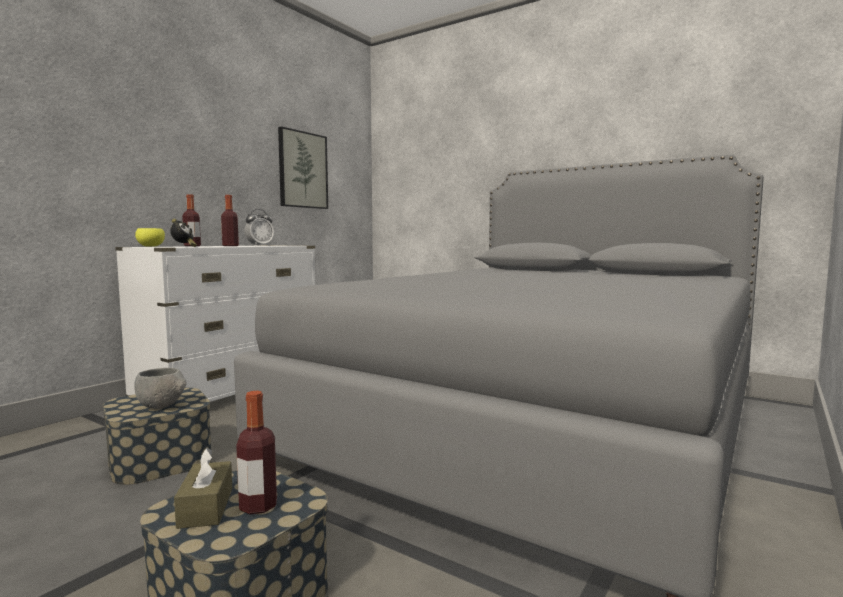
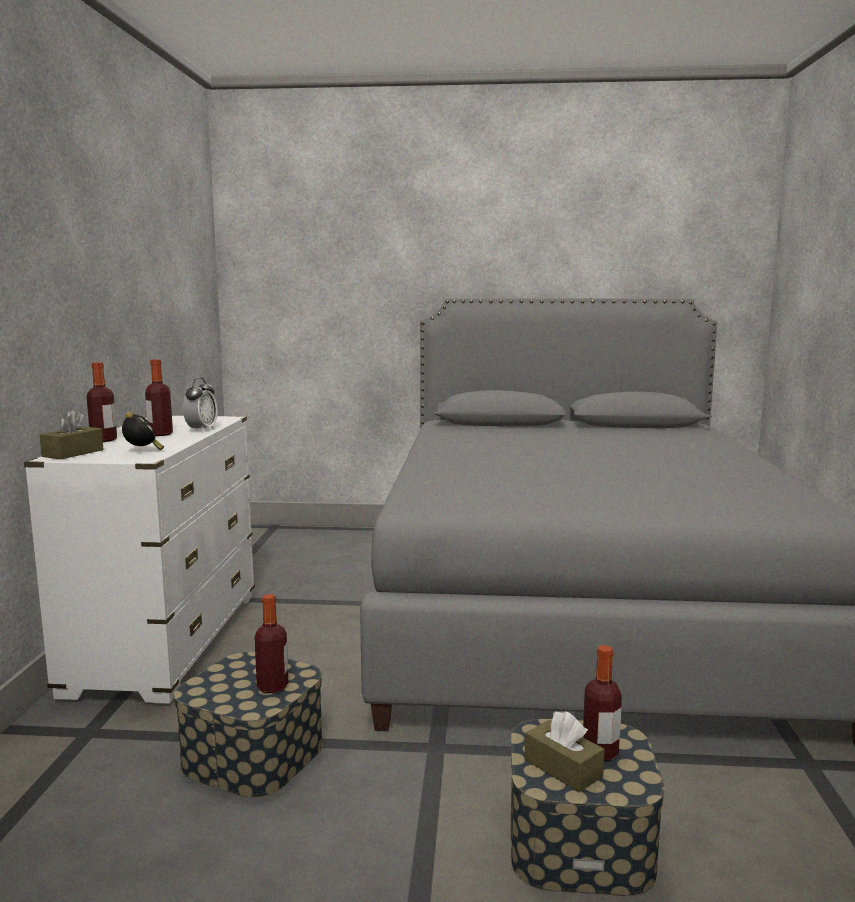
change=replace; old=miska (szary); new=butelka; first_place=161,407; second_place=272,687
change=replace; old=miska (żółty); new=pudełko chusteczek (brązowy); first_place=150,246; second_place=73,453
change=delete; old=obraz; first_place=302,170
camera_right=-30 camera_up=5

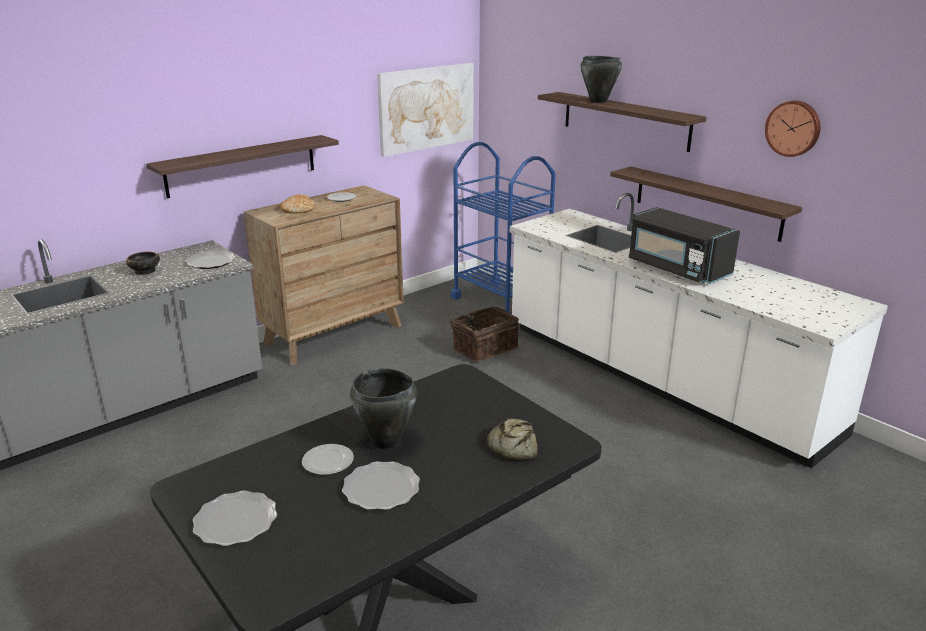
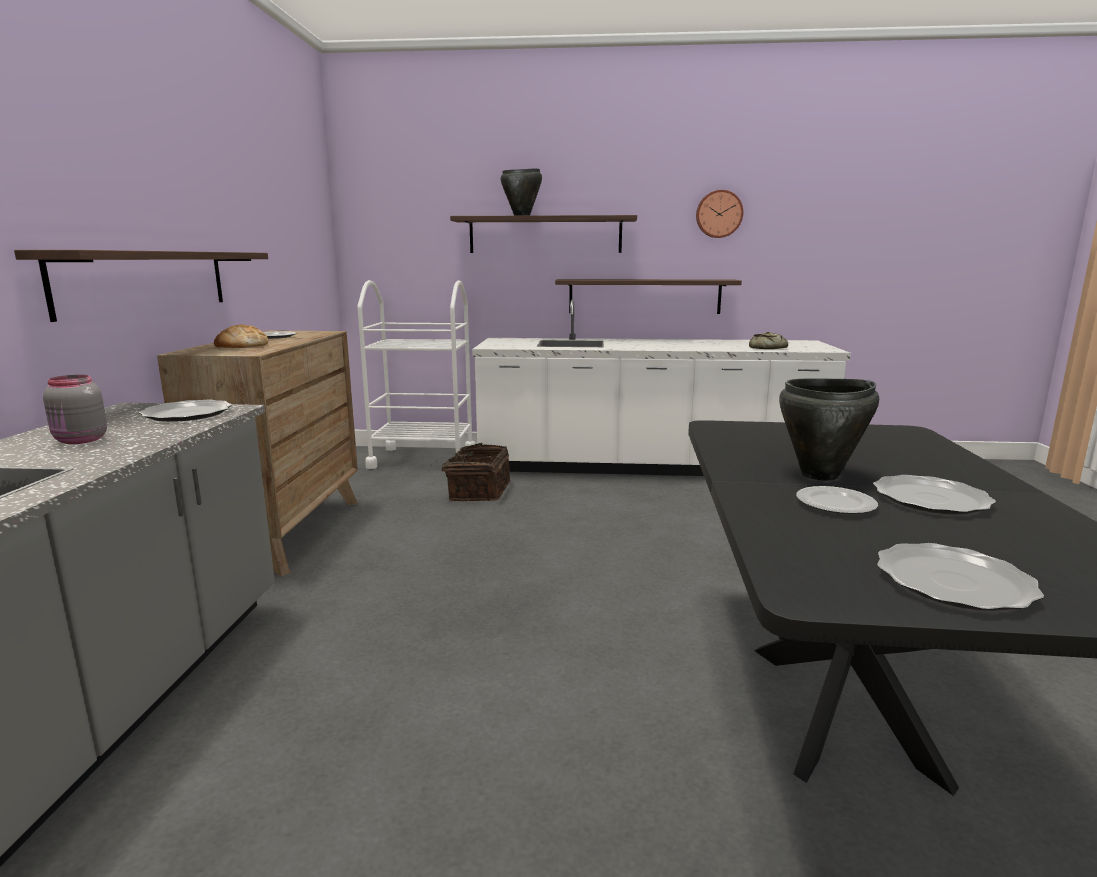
change=replace; old=miska; new=słoik (szary); first_place=144,271; second_place=80,440
change=delete; old=obraz; first_place=426,108
change=recolor; old=wózek (niebieski); new=wózek (biały); first_place=501,301; second_place=423,459
change=move; old=chleb; first_place=513,446; second_place=767,348
change=delete; old=mikrofalówka (czarny); first_place=677,269
camera_right=-45 camera_up=-10

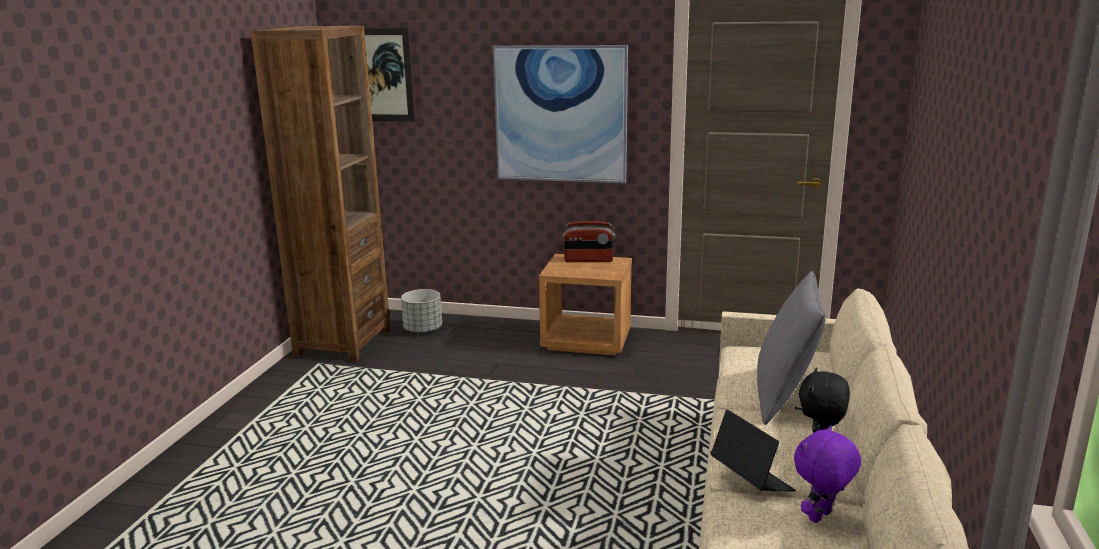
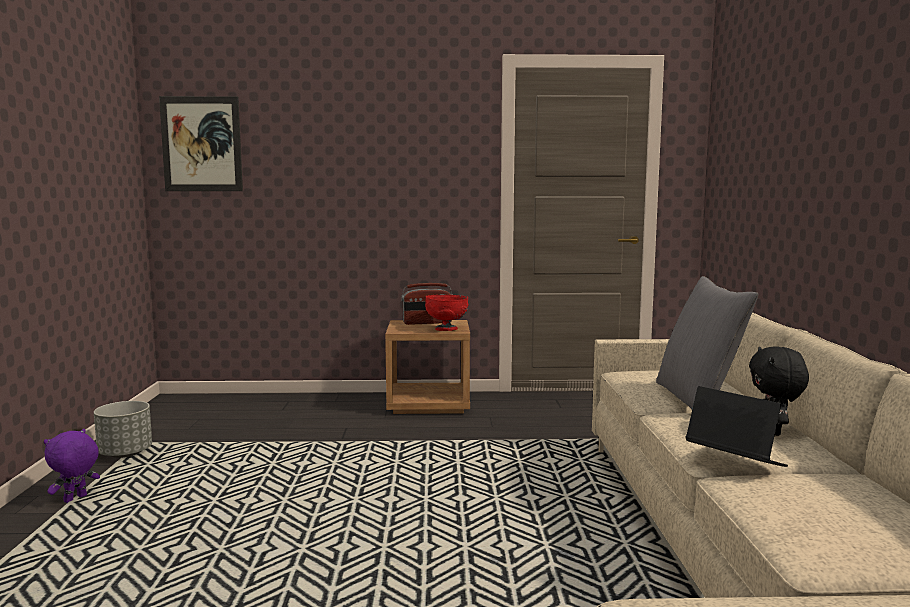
change=delete; old=regał (brązowy); first_place=343,342
change=move; old=donica (szary); first_place=423,330; second_place=125,453
change=delete; old=obraz; first_place=560,114
change=move; old=pluszak (fioletowy); first_place=821,517; second_place=75,499
change=insert; new=miska (czerwony); second_place=447,329
camera_right=-15 camera_up=-10

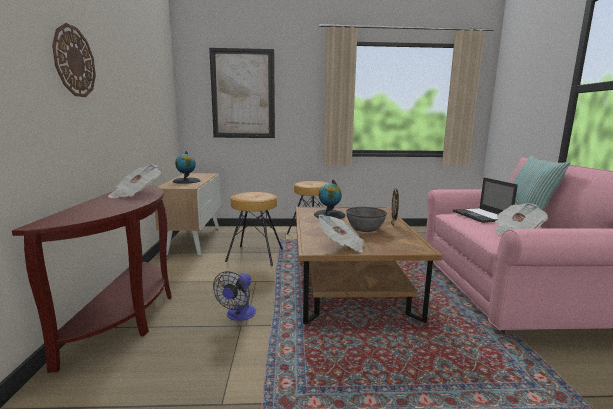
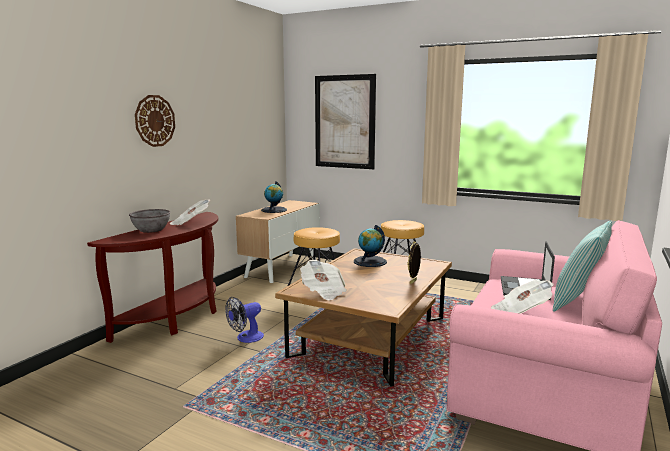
change=move; old=miska (szary); first_place=365,229; second_place=151,230
camera_right=30 camera_up=0

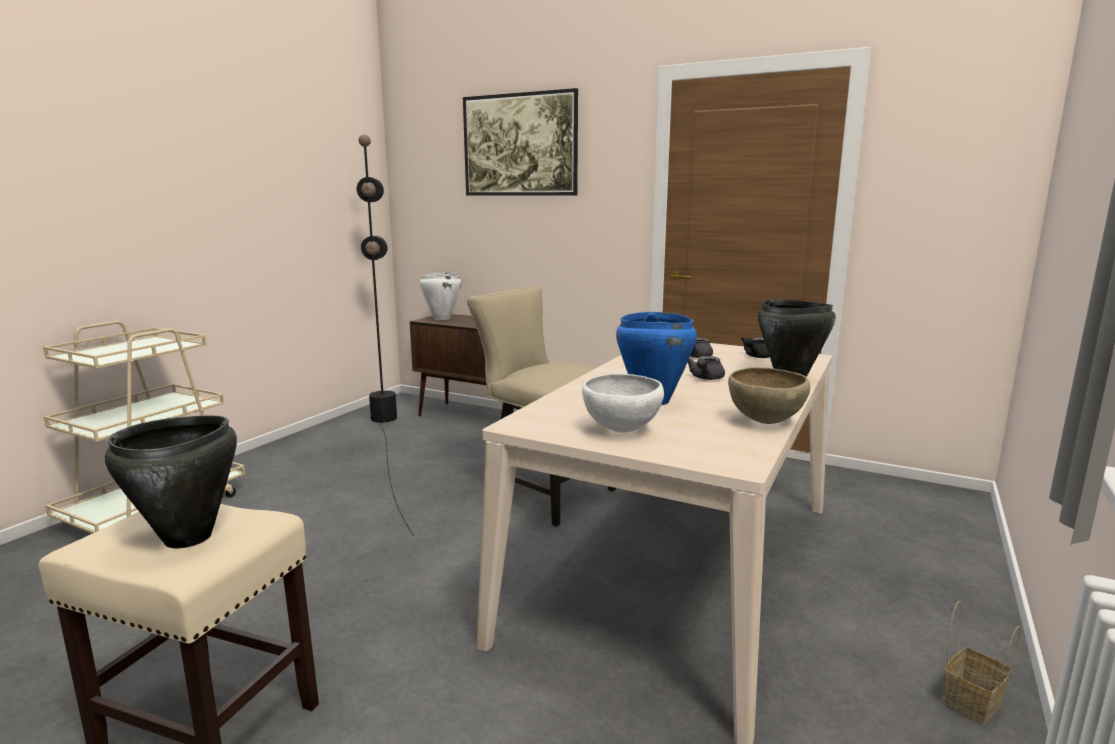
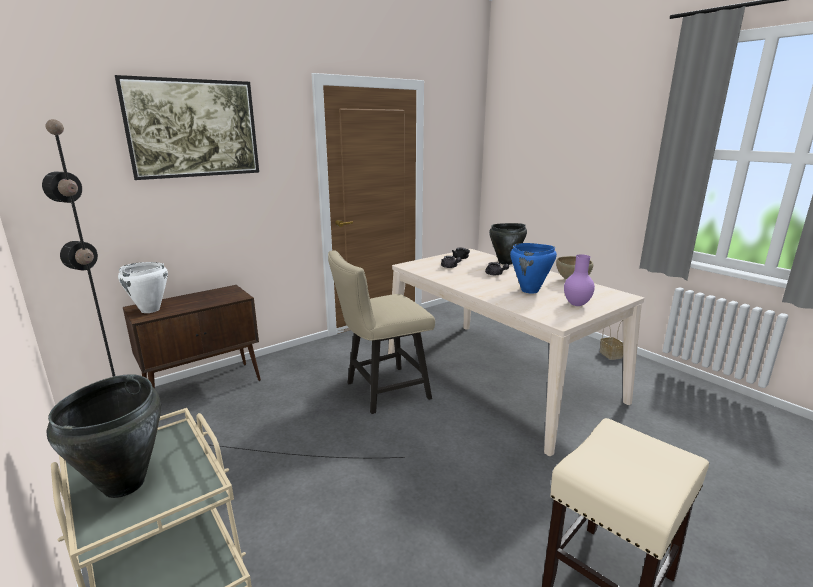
change=move; old=garnek (czarny); first_place=188,538; second_place=125,484
change=replace; old=miska (biały); new=wazon (fioletowy); first_place=621,430; second_place=576,304
camera_right=-65 camera_up=5

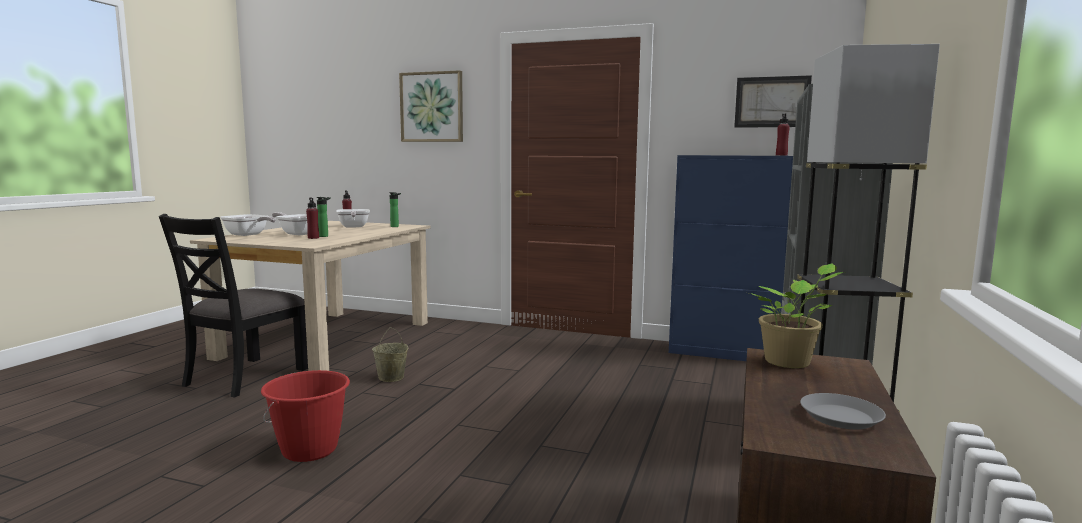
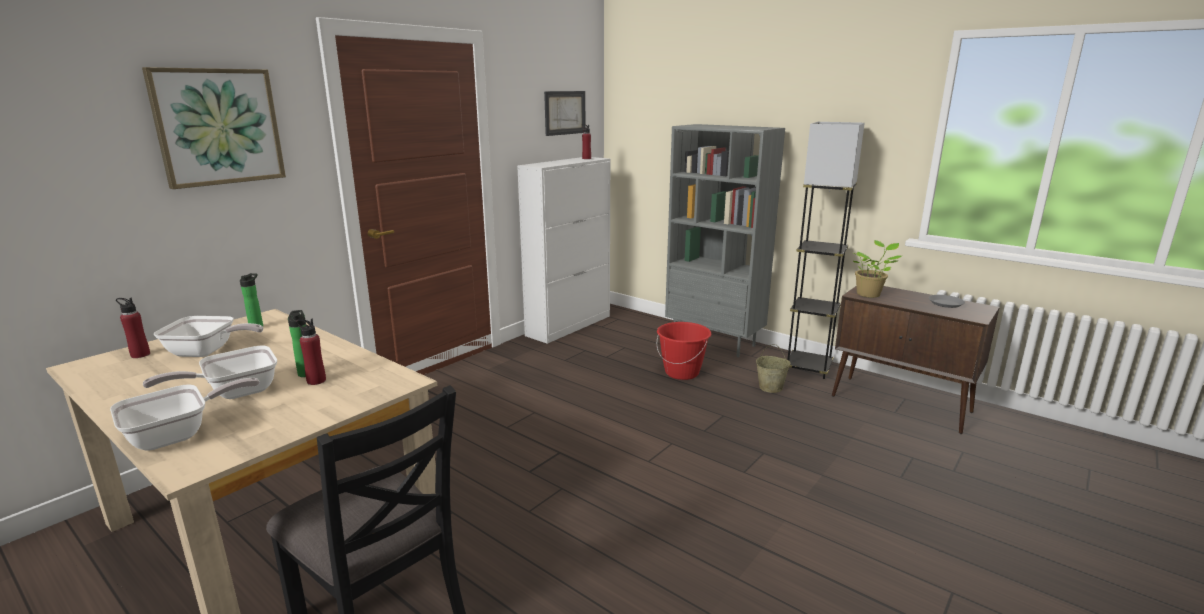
change=move; old=wiadro (czerwony); first_place=310,450; second_place=682,372
change=move; old=wiadro (beżowy); first_place=391,378; second_place=771,387
change=recolor; old=szafka (niebieski); new=szafka (biały); first_place=729,354; second_place=569,325
camera_right=-70 camera_up=10

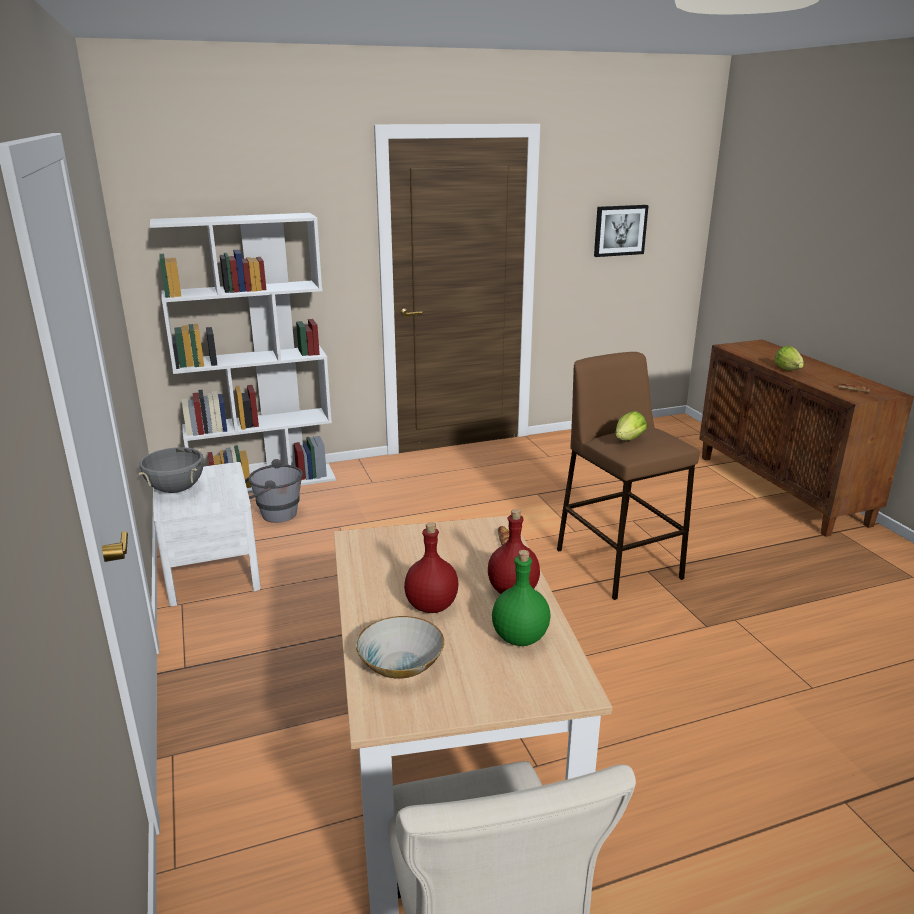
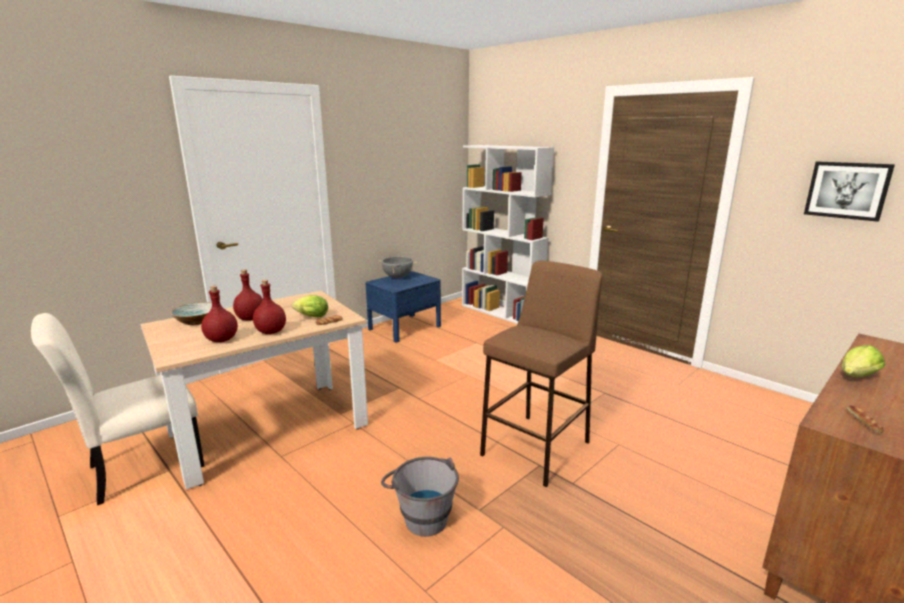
change=recolor; old=szafka nocna (biały); new=szafka nocna (niebieski); first_place=212,569; second_place=404,327
change=move; old=wiadro (szary); first_place=271,515; second_place=421,515
change=recolor; old=butelka (zielony); new=butelka (czerwony); first_place=521,637; second_place=222,340
change=move; old=sałata; first_place=627,441; second_place=310,316
camera_right=65 camera_up=-5

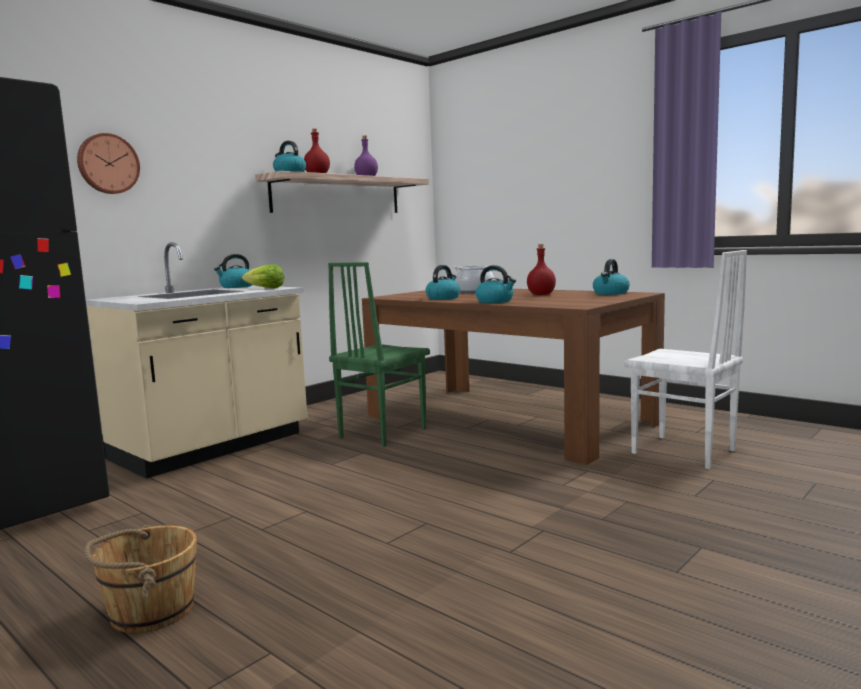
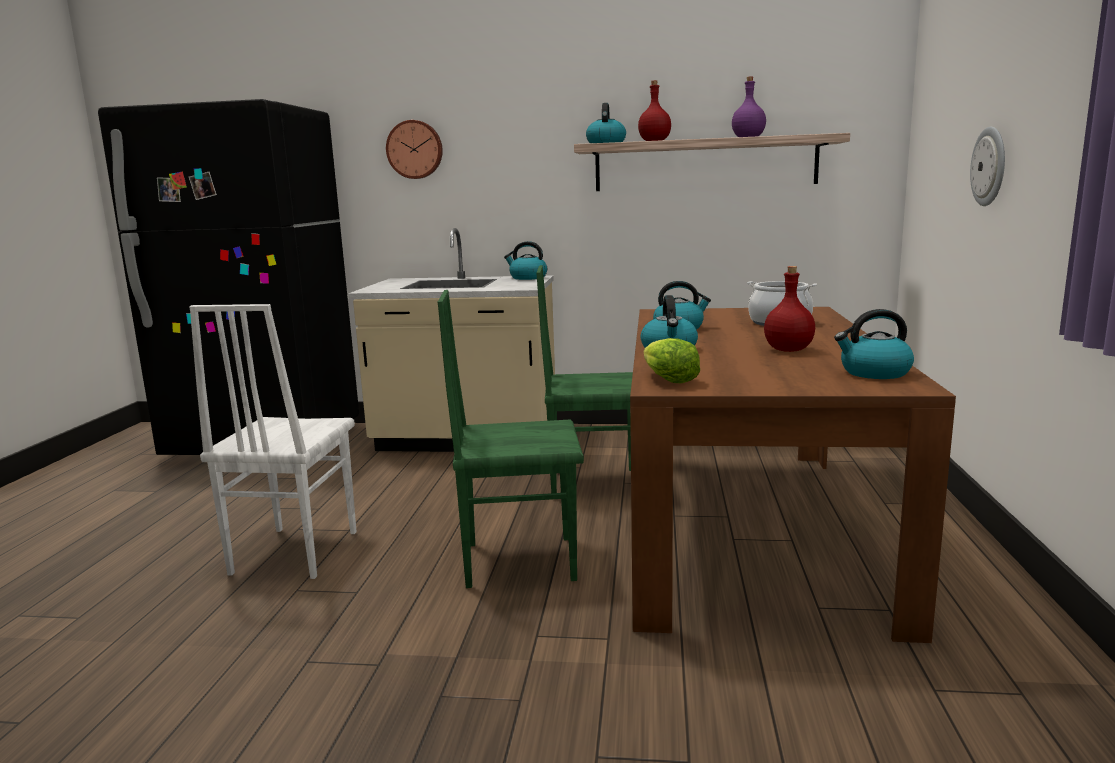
change=delete; old=wiadro (brązowy); first_place=150,611
change=move; old=sałata; first_place=265,288; second_place=668,379
change=move; old=krzesło (biały); first_place=683,452; second_place=292,553
change=insert; new=krzesło (zielony); second_place=519,560
change=insert; new=zegar ścienny; second_place=990,166
camera_right=55 camera_up=5

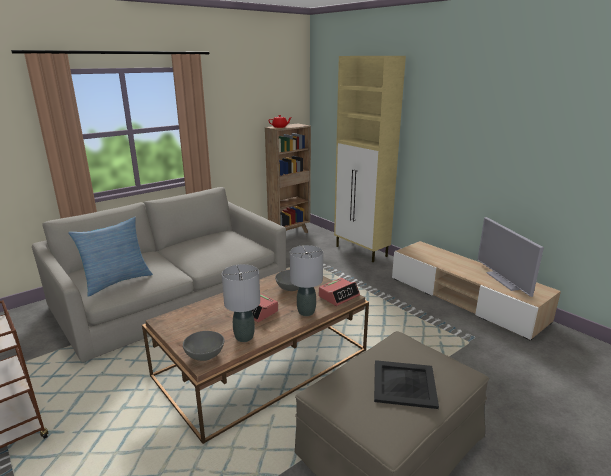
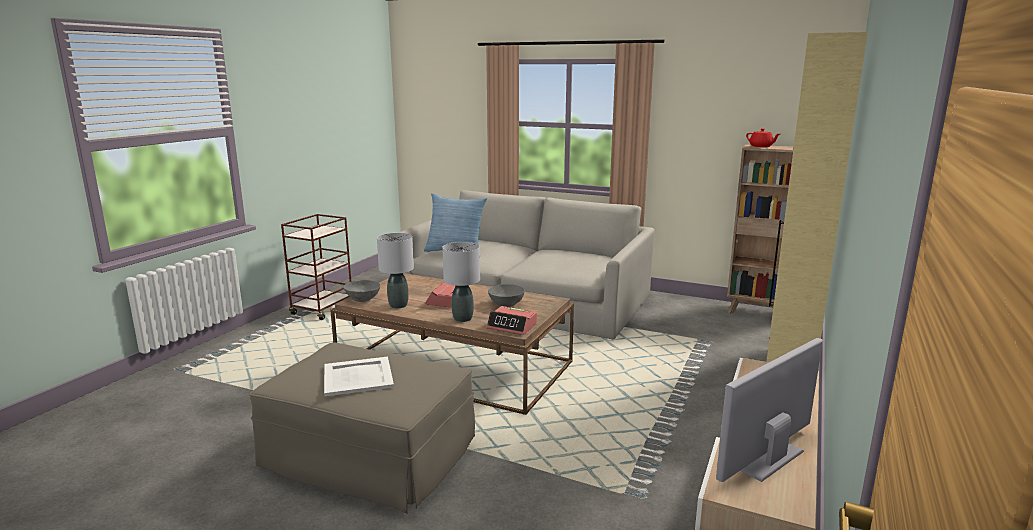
change=recolor; old=taca (czarny); new=taca (biały); first_place=405,383; second_place=358,377
camera_right=65 camera_up=-5

